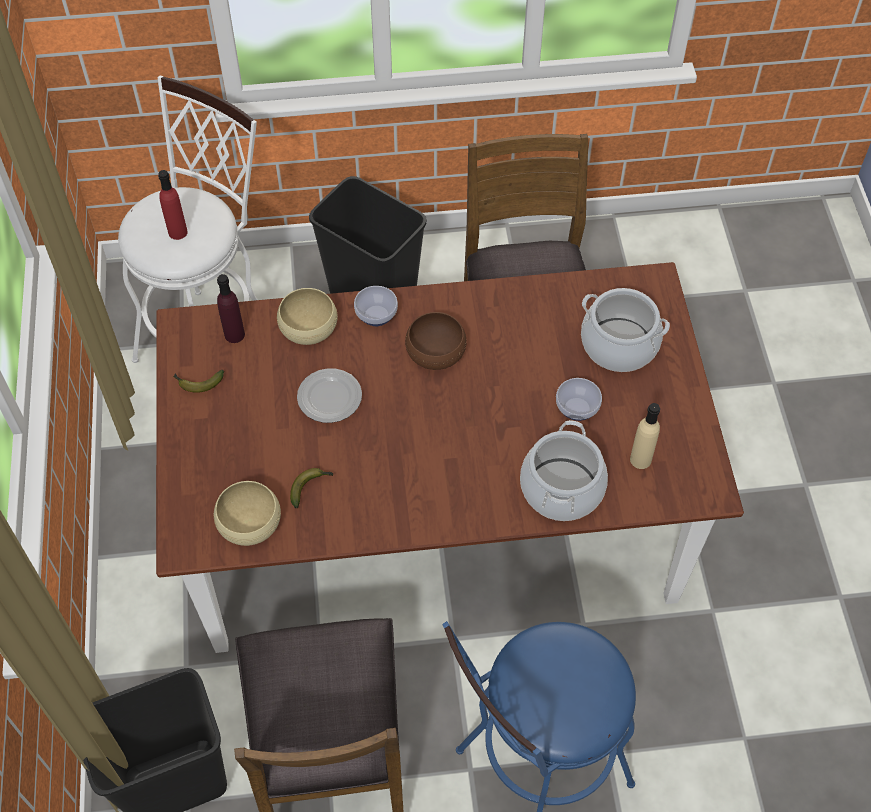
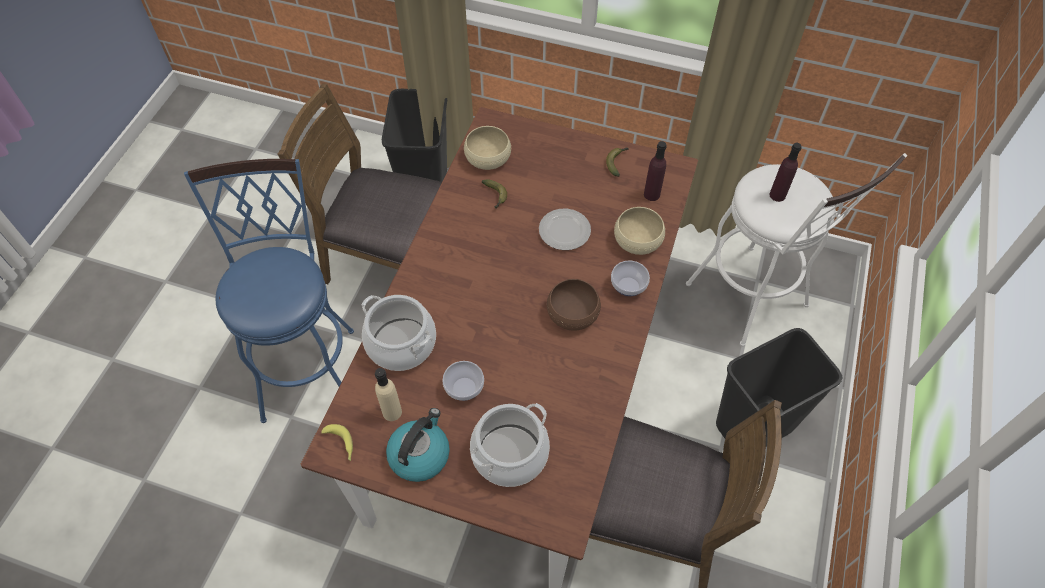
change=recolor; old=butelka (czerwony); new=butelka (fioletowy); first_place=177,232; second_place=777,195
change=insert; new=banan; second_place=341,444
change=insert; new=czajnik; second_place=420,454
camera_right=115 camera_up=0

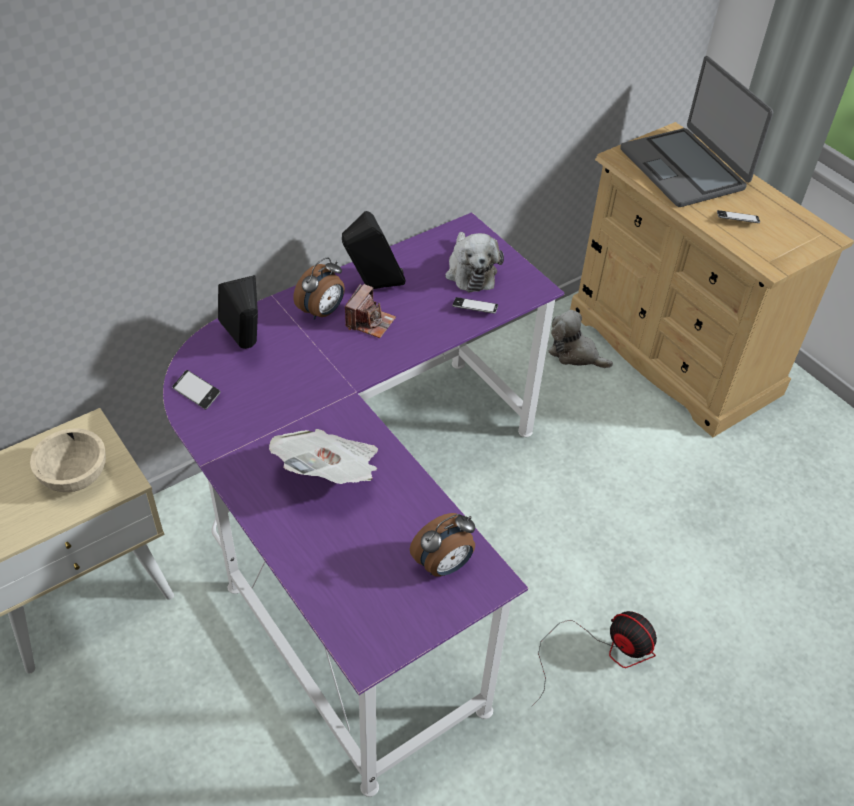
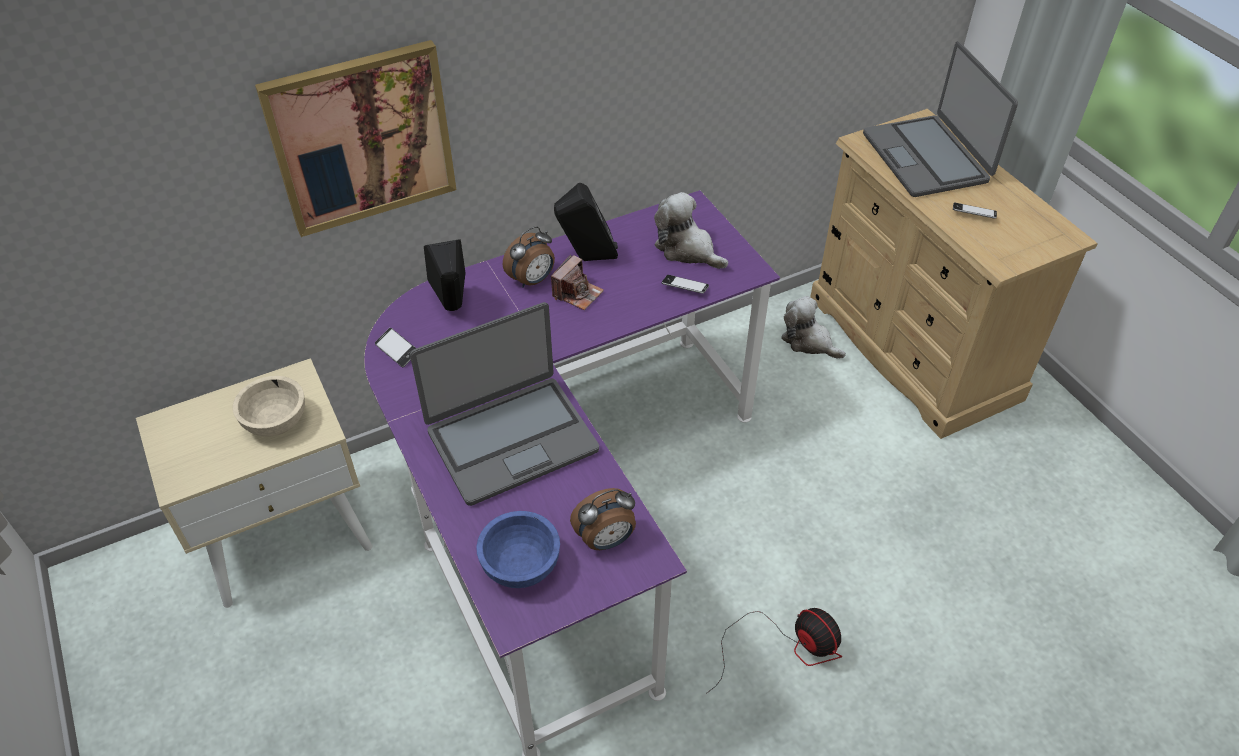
change=replace; old=gazeta; new=laptop; first_place=330,473; second_place=511,439
change=rotate; old=pluszak; first_place=470,271; second_place=687,249; degrees=135
change=insert; new=obraz; second_place=362,138
change=insert; new=miska (niebieski); second_place=520,565
camera_right=10 camera_up=0

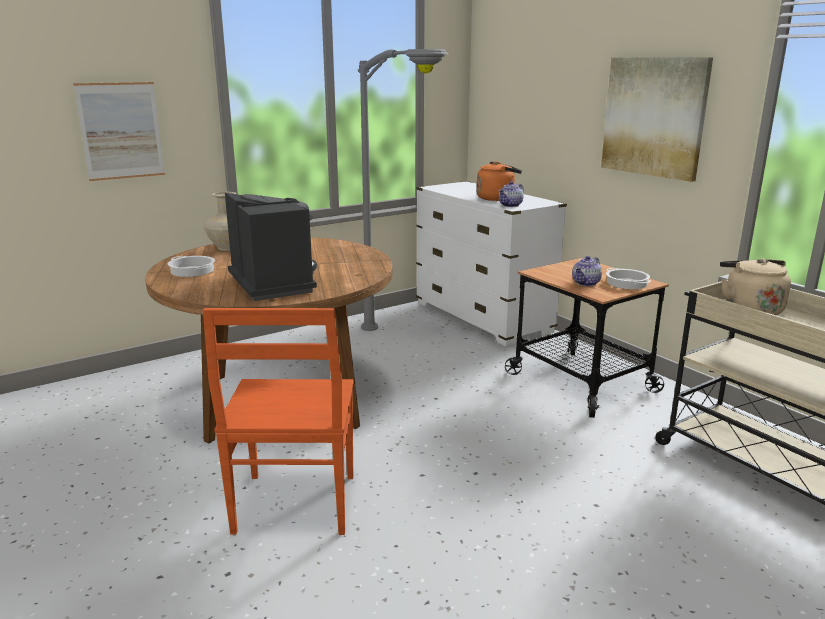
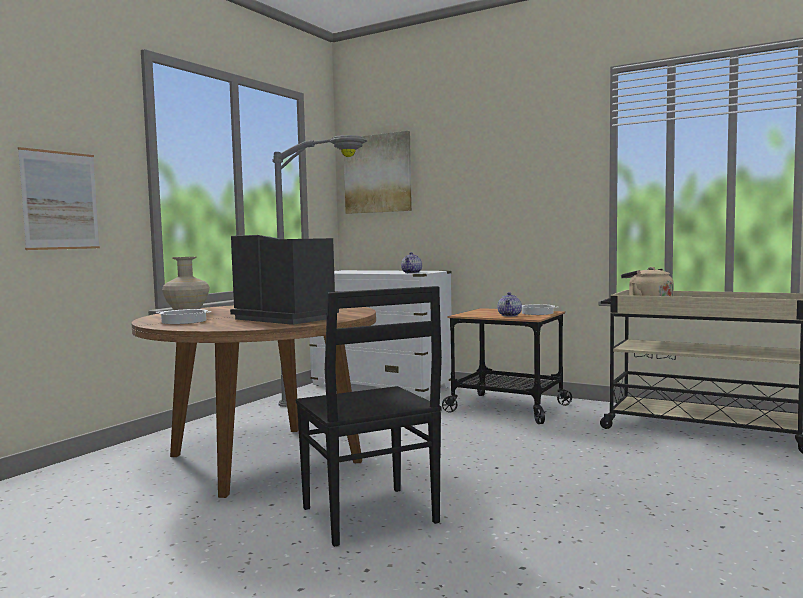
change=recolor; old=krzesło (pomarańczowy); new=krzesło (czarny); first_place=294,506; second_place=370,517
change=delete; old=czajnik (pomarańczowy); first_place=497,198
change=move; old=obraz; first_place=654,117; second_place=378,174
camera_right=-25 camera_up=-15

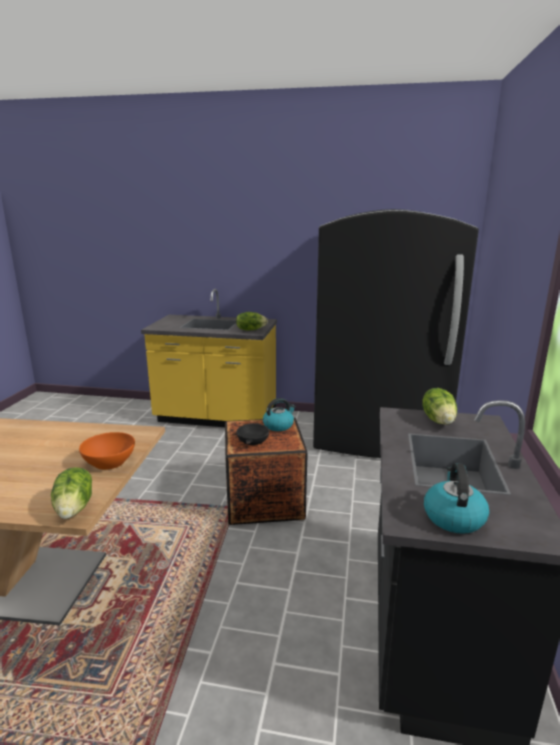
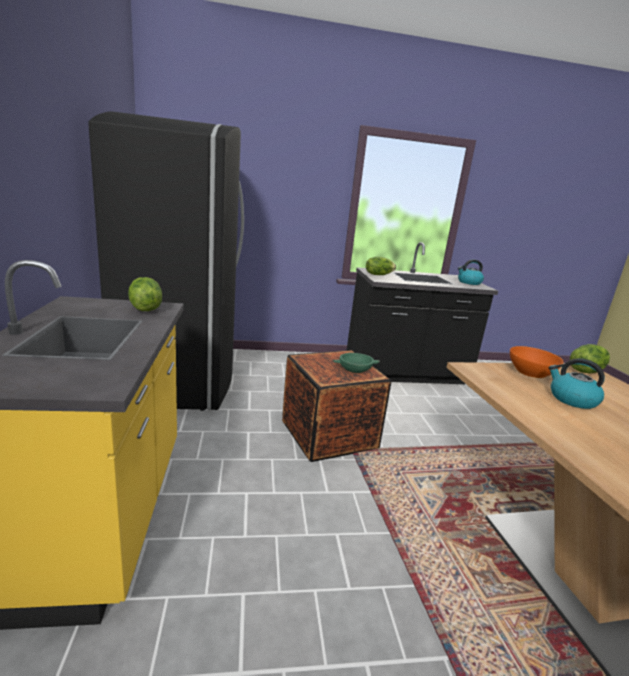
change=recolor; old=miska (czarny); new=miska (zielony); first_place=252,441; second_place=355,369
change=move; old=czajnik; first_place=278,425; second_place=572,399
camera_right=-110 camera_up=0

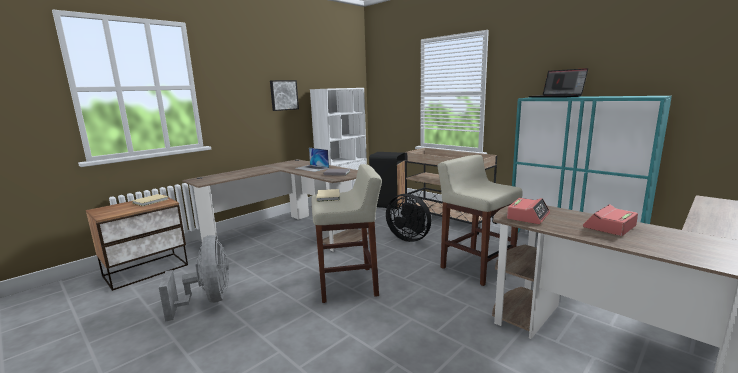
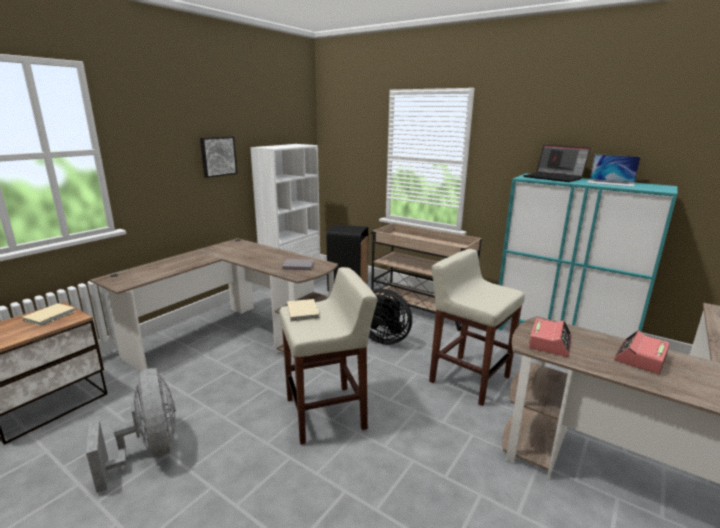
change=move; old=laptop; first_place=312,168; second_place=611,183
camera_right=-10 camera_up=5

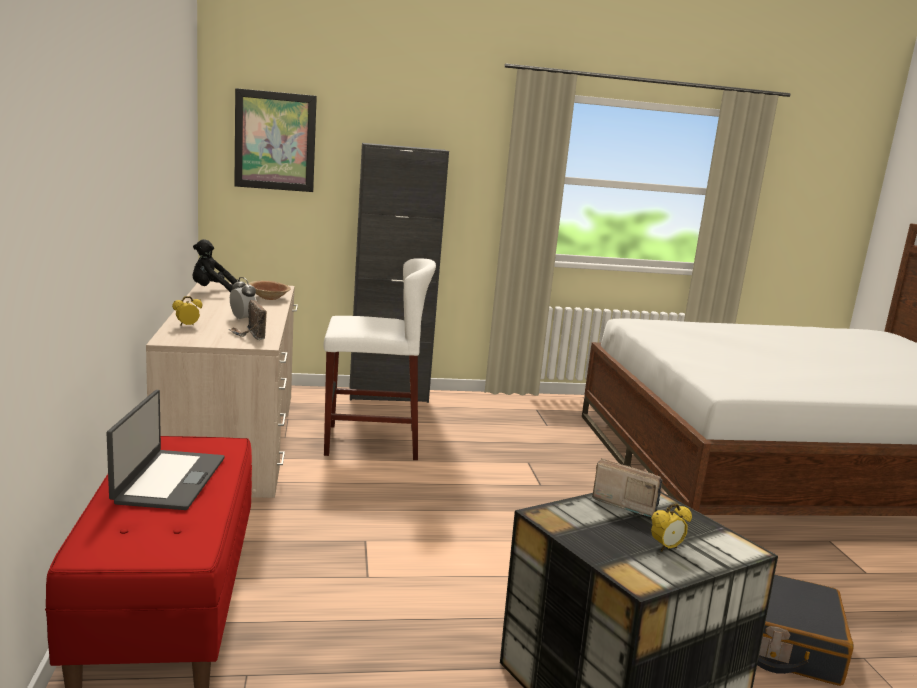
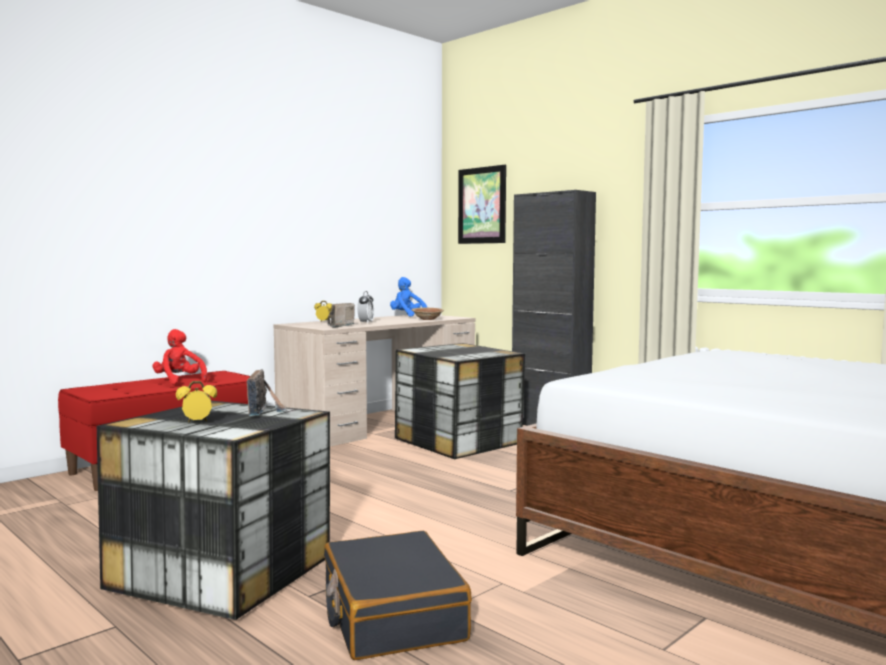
change=replace; old=laptop; new=pluszak (czerwony); first_place=168,480; second_place=179,381
change=recolor; old=pluszak (czarny); new=pluszak (niebieski); first_place=213,291; second_place=407,316
change=replace; old=stołek (biały); new=pojemnik do przechowywania; first_place=371,442; second_place=458,442
change=rotate; old=budzik; first_place=666,548; second_place=197,422; degrees=135
camera_right=55 camera_up=-10

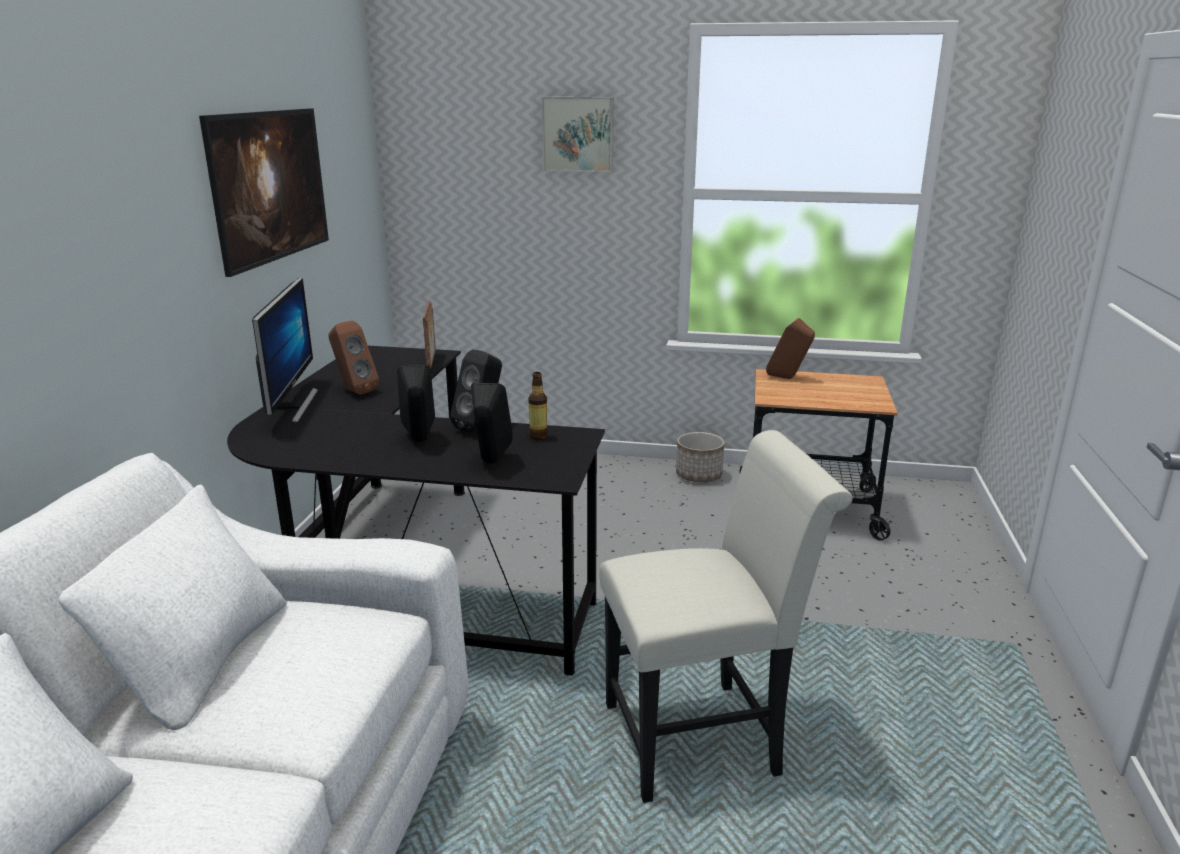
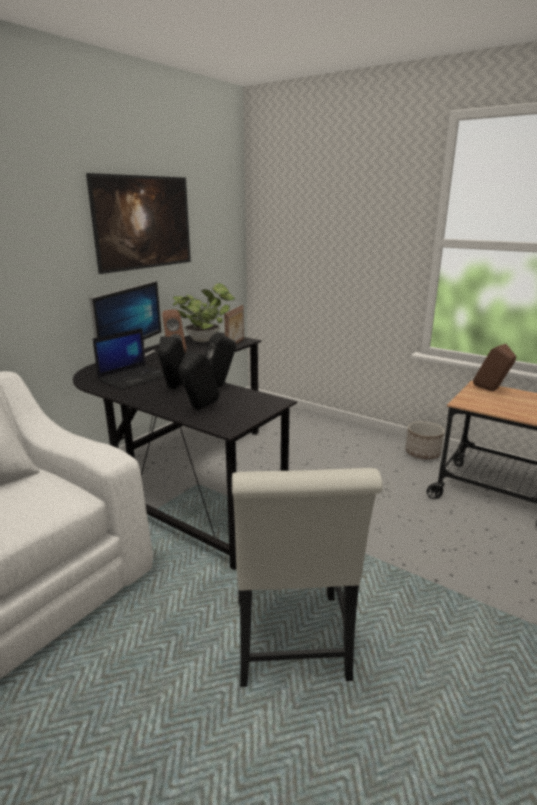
change=delete; old=butelka; first_place=538,437
change=delete; old=obraz; first_place=578,134
change=rotate; old=krzesło (biały); first_place=703,737; second_place=292,647; degrees=75
change=insert; new=laptop; second_place=134,377
change=insert; new=roślina doniczkowa; second_place=205,340
camera_right=25 camera_up=0

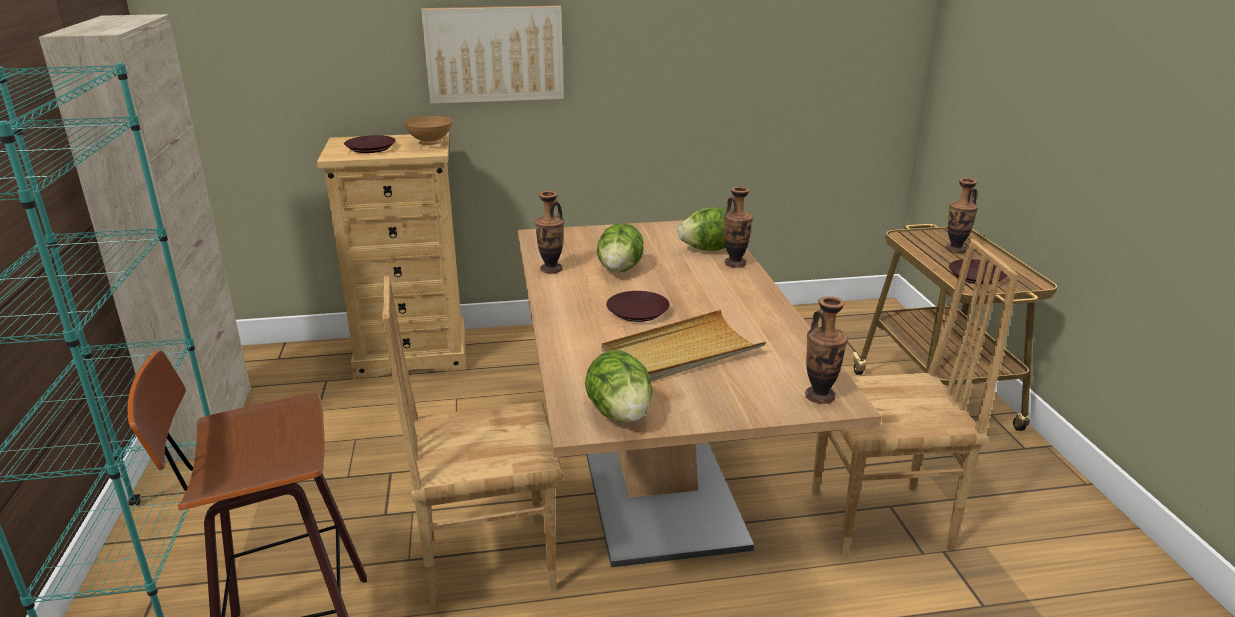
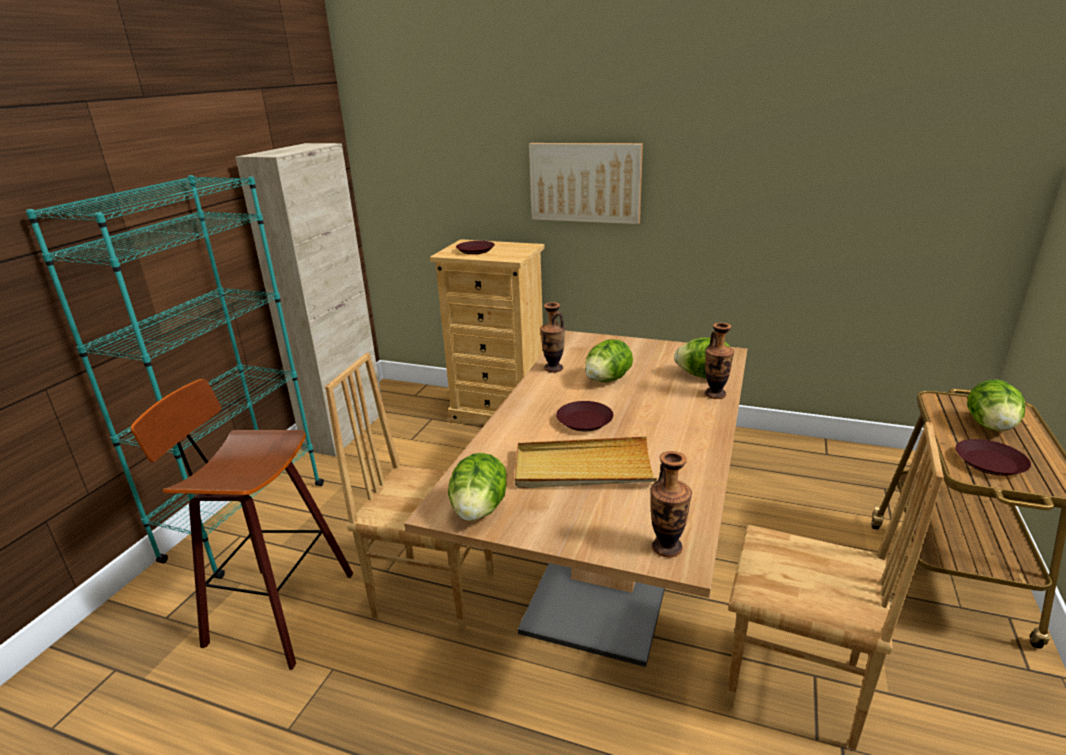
change=delete; old=miska (brązowy); first_place=430,144
change=replace; old=wazon; new=sałata; first_place=955,249; second_place=990,426
camera_right=30 camera_up=0

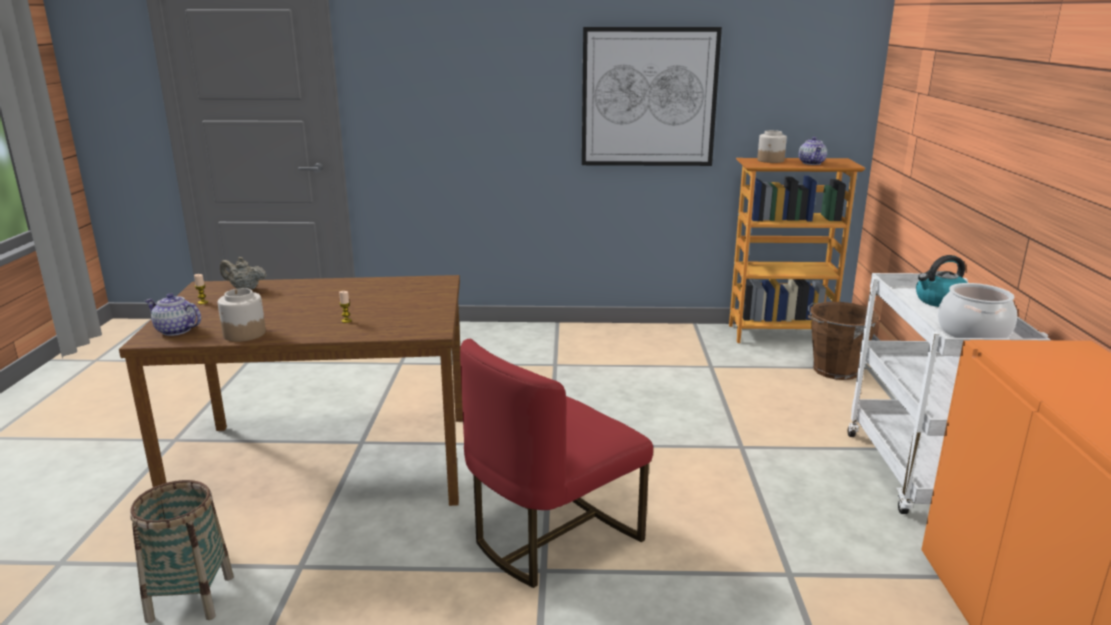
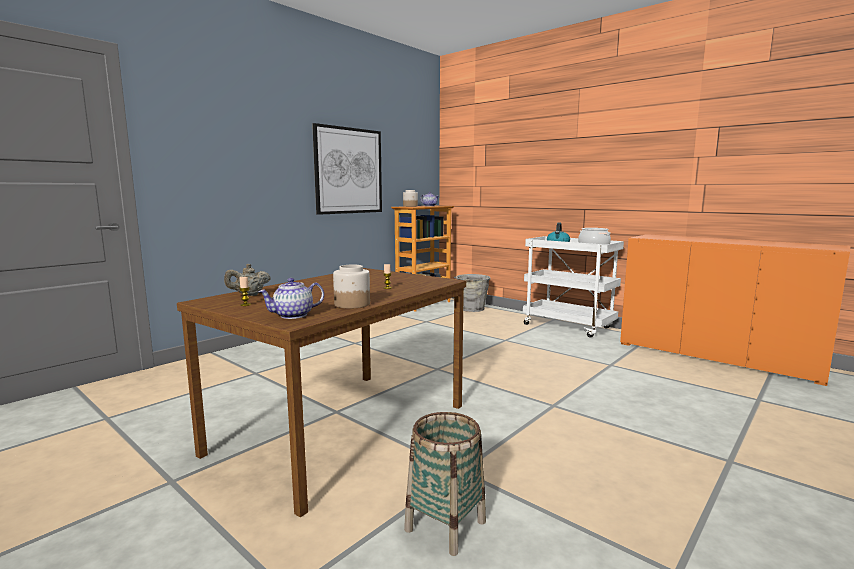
change=delete; old=krzesło (czerwony); first_place=552,537
change=recolor; old=wiadro (brązowy); new=wiadro (szary); first_place=834,370; second_place=472,309
camera_right=-50 camera_up=-10

